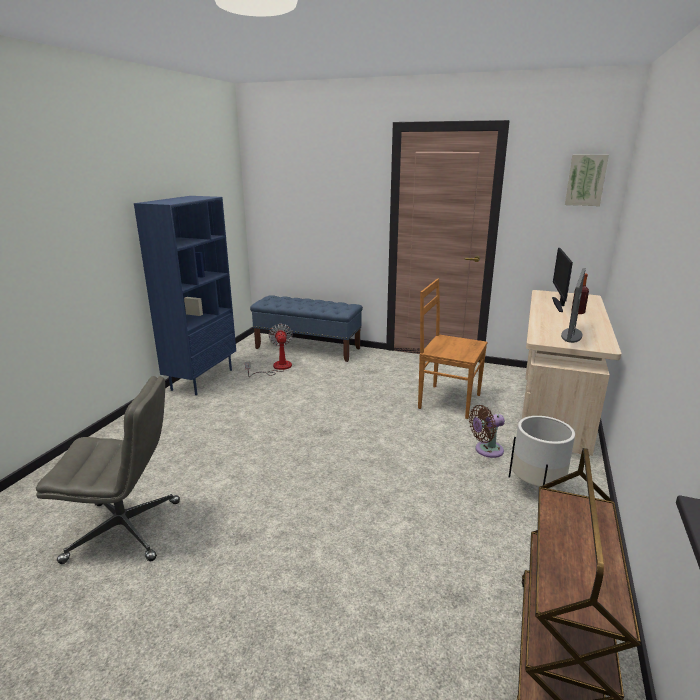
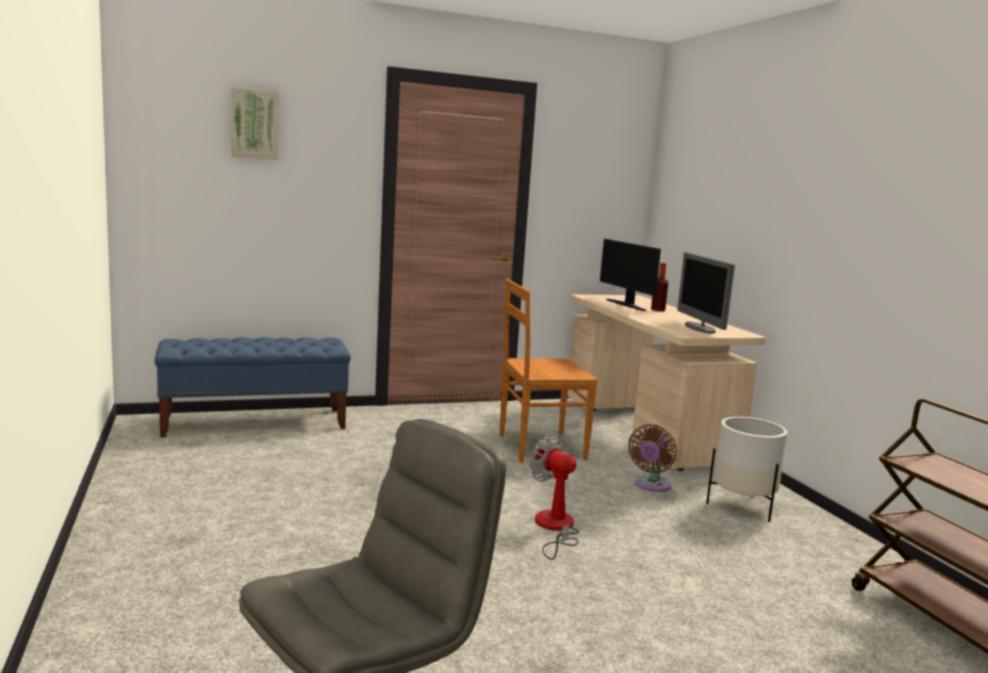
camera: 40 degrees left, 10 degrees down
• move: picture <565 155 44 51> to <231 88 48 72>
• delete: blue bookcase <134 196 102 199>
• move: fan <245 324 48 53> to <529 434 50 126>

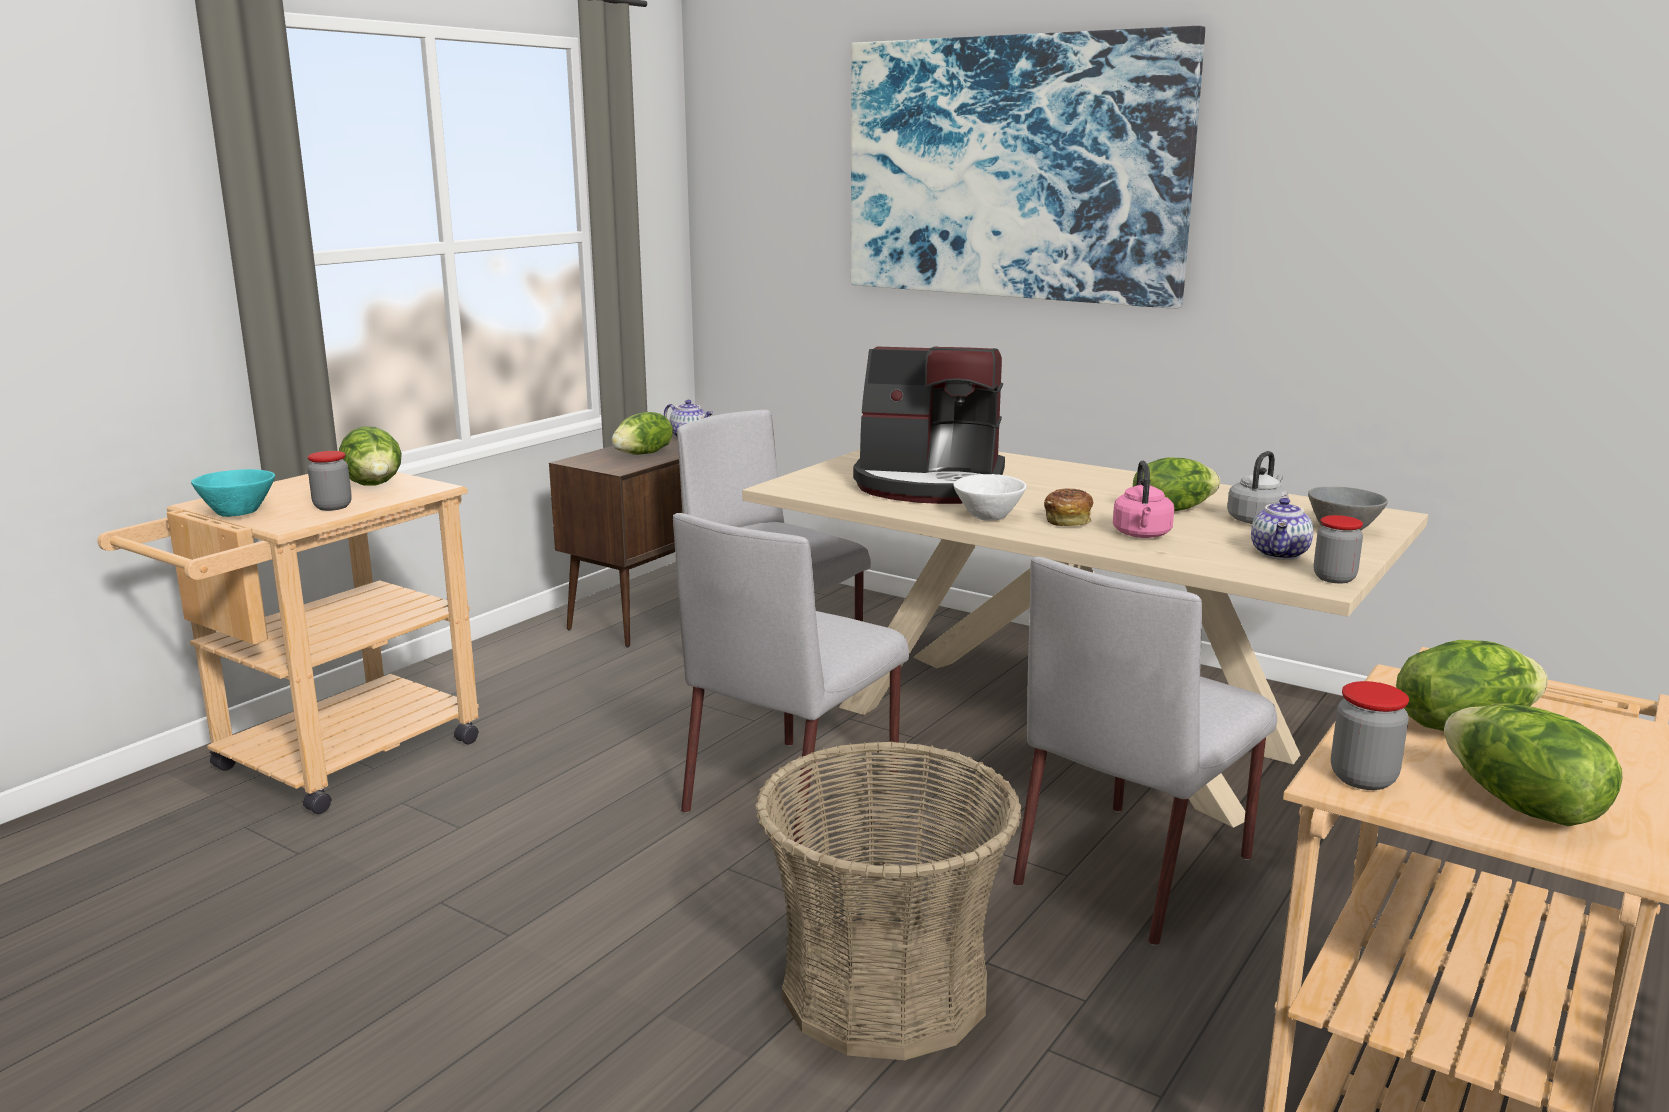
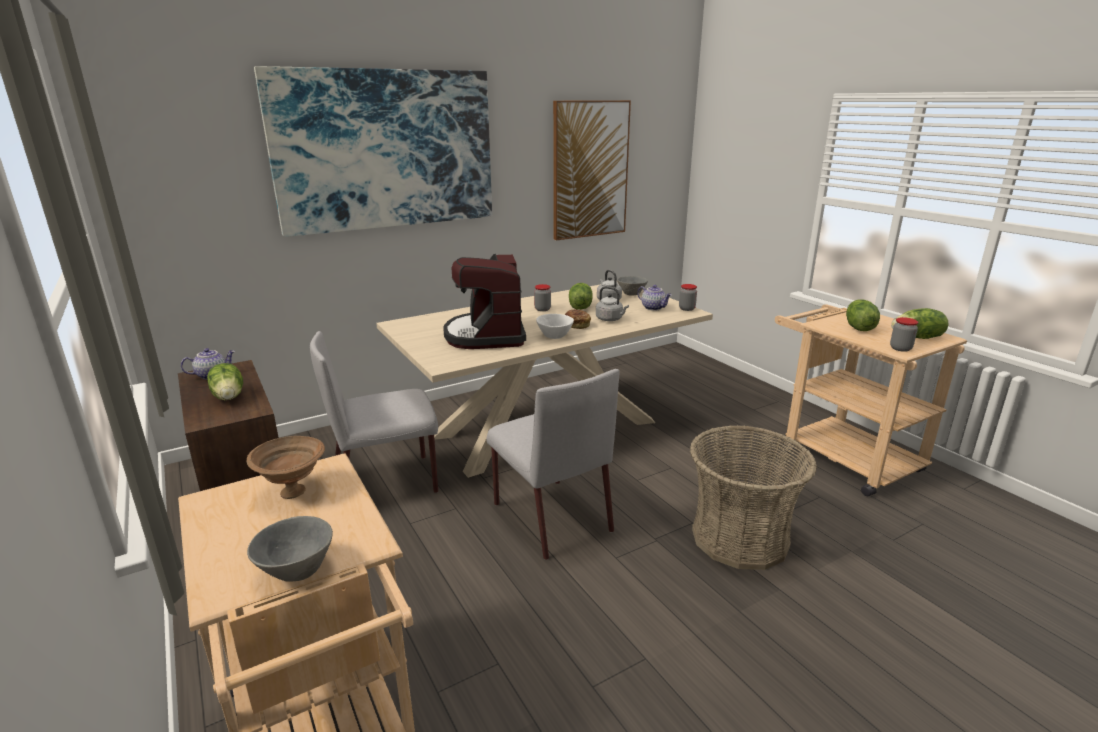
camera: 65 degrees left, 5 degrees up
• rotate: coffee machine <853 346 152 158> = <443 254 83 95> 135 degrees clockwise
• replace: lettuce <339 426 63 60> to brown bowl <247 436 78 63>
• move: jar <308 451 44 60> to <534 284 17 27>
• recolor: pink kettle <1113 461 61 77> to grey kettle <596 286 33 35>
• recolor: turquoise bowl <191 469 84 48> to grey bowl <247 516 86 66>
• delete: grey chair <1013 557 264 389>
• insert: picture <553 100 78 141>

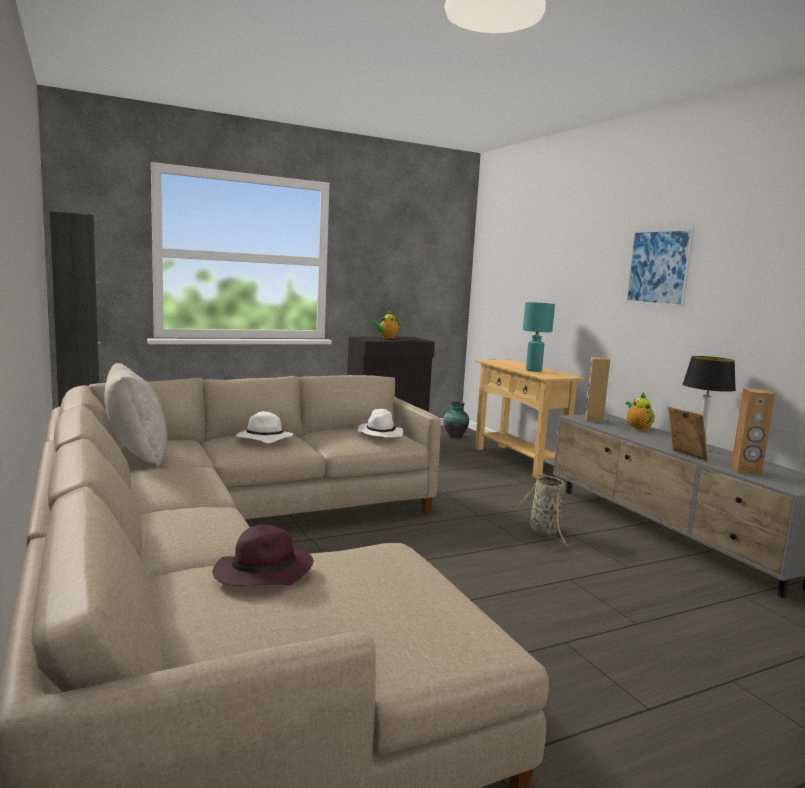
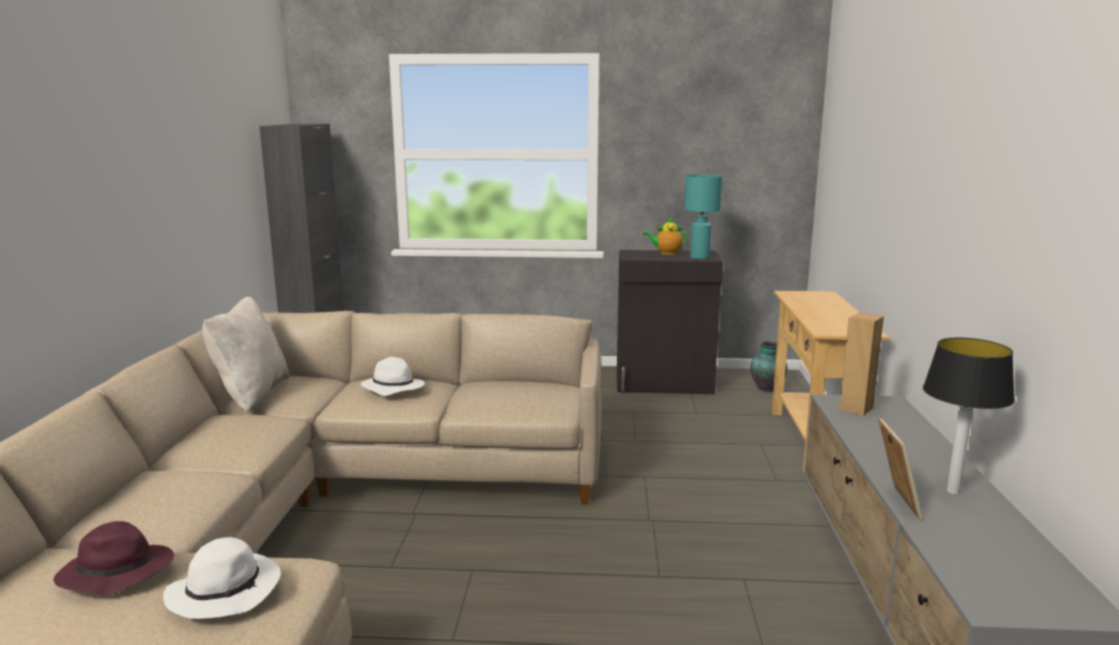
camera: 30 degrees right, 5 degrees up
• delete: picture <625 228 69 80>
• move: turquoise table lamp <523 302 32 70> to <684 174 38 86>
• delete: brown speaker <731 388 44 88>
• delete: teapot <626 392 29 39>
• move: white hat <358 409 45 28> to <163 537 118 82>
• delete: basket <514 474 54 72>

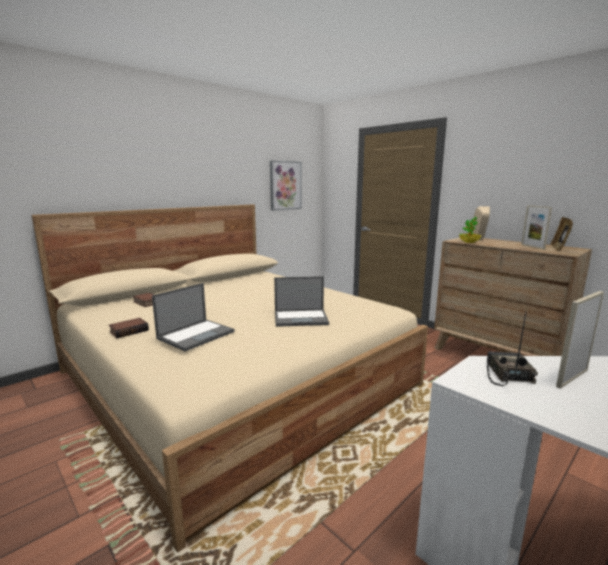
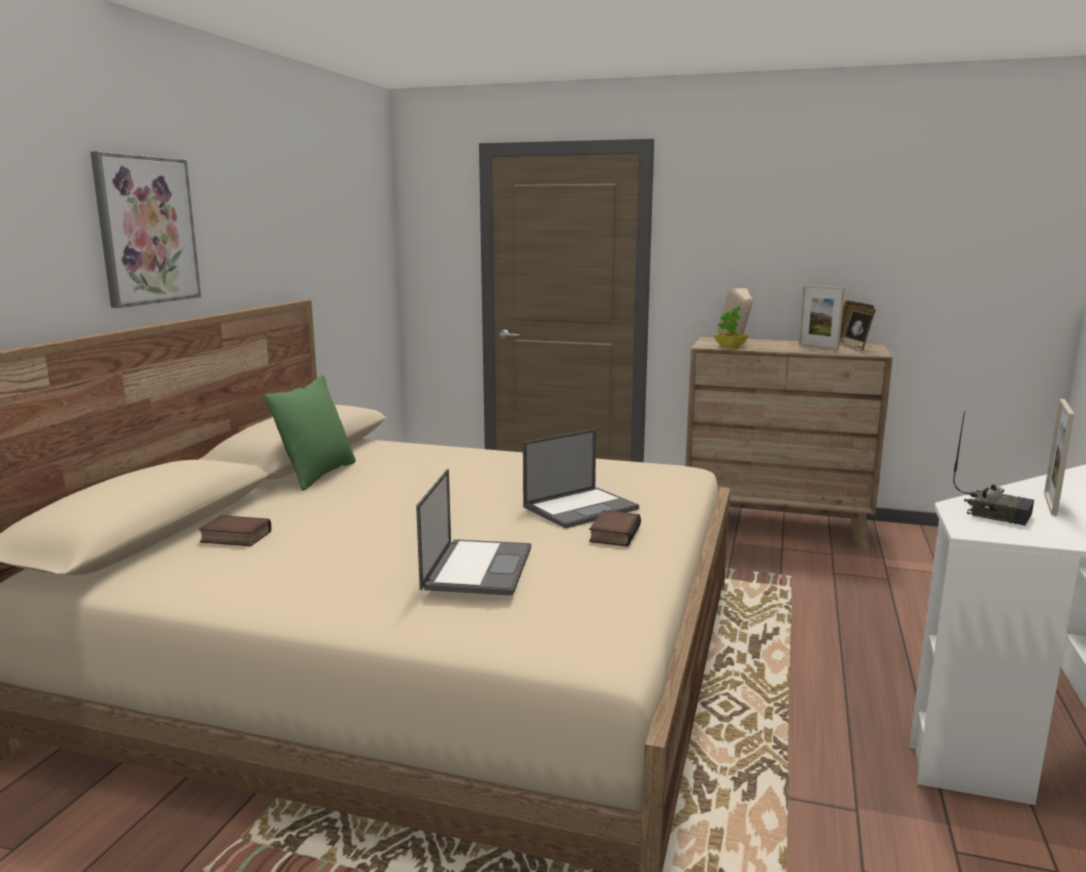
camera: 30 degrees left, 0 degrees up
• move: picture <270 161 32 50> to <90 151 111 157>
• rotate: radio <487 311 51 75> = <953 412 81 114> 150 degrees clockwise
• move: book <109 318 40 20> to <589 510 52 37>
• insert: green pillow <265 375 91 116>

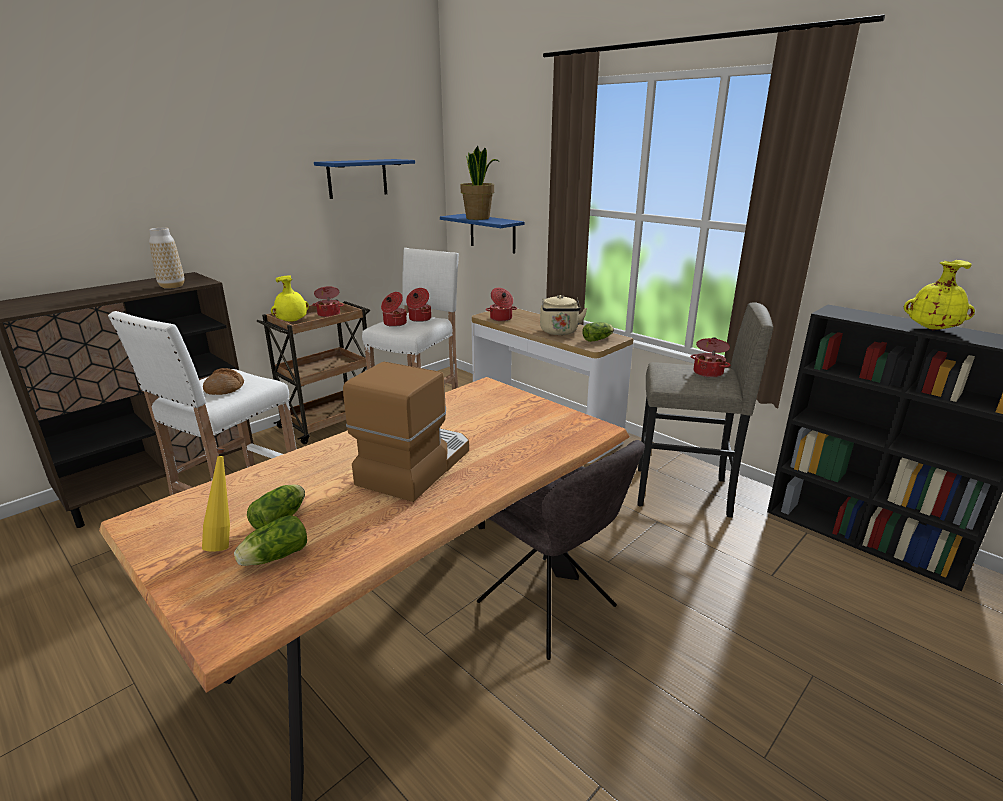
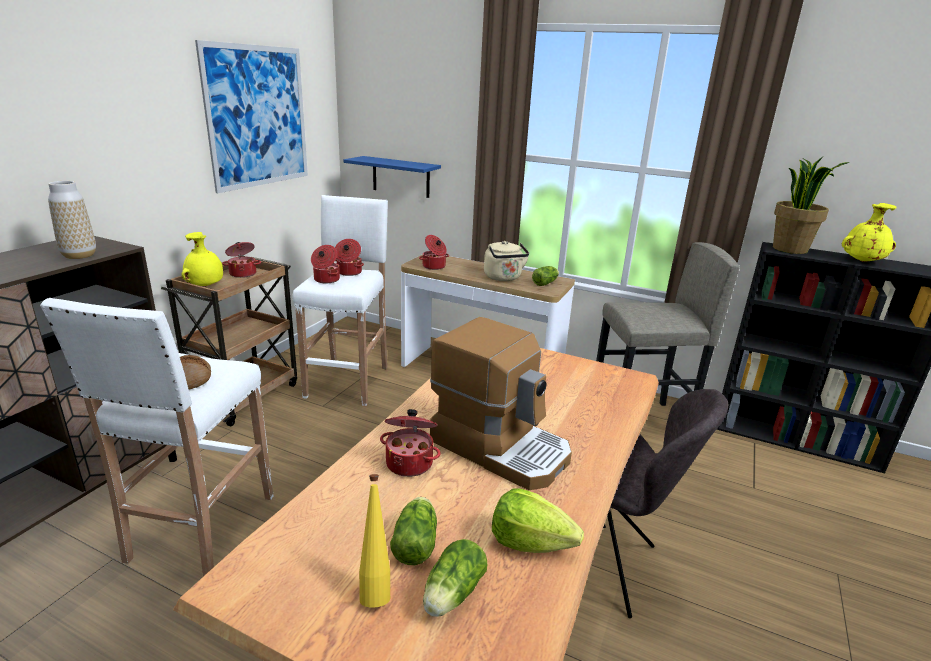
camera: 20 degrees left, 0 degrees up
• move: potted plant <461 146 39 74> to <773 157 76 97>
• replace: blue shelf <314 159 101 40> to picture <195 40 113 153>
• move: cooking pot <691 337 39 41> to <380 409 61 68>
• rotate: coffee machine <343 362 126 140> = <430 317 142 173> 120 degrees clockwise
• insert: lettuce <492 489 92 64>

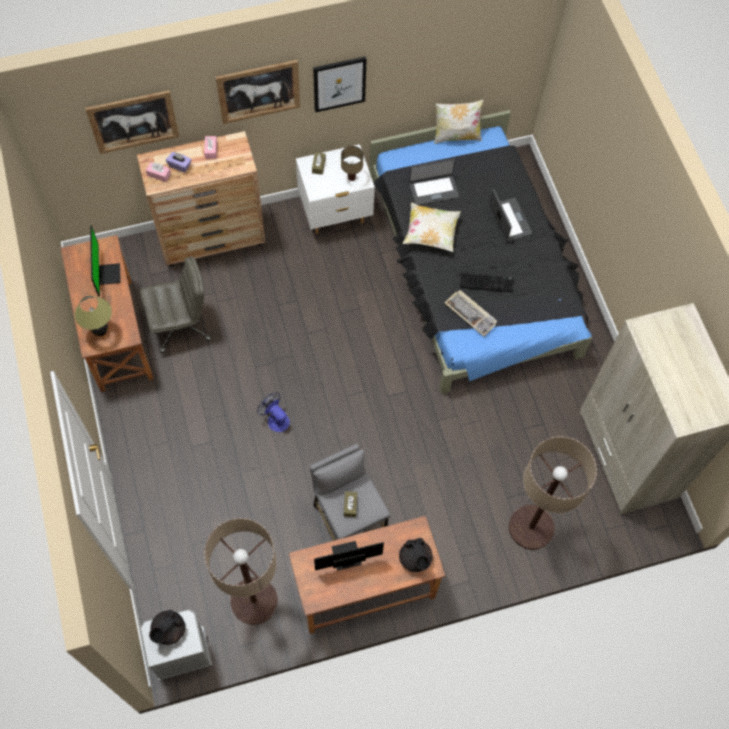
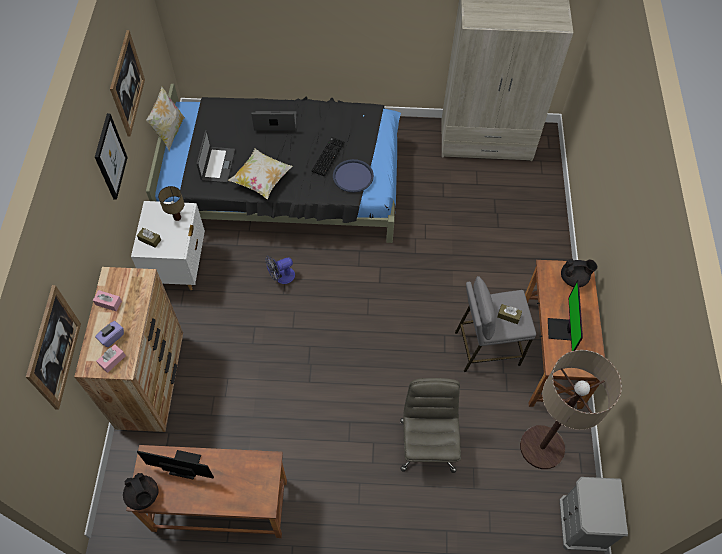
camera: 70 degrees left, 5 degrees down
• move: picture <216 60 84 64> to <110 30 35 107>
• move: grey office chair <140 256 71 97> to <400 378 61 95>
• replace: keyboard <444 290 53 47> to blue tray <333 159 41 34>
• delete: table lamp <75 296 37 40>
• move: fan <257 392 33 40> to <266 256 29 28>
• delete: floor lamp <509 436 88 114>
• move: black teapot <149 610 36 35> to <123 473 36 37>

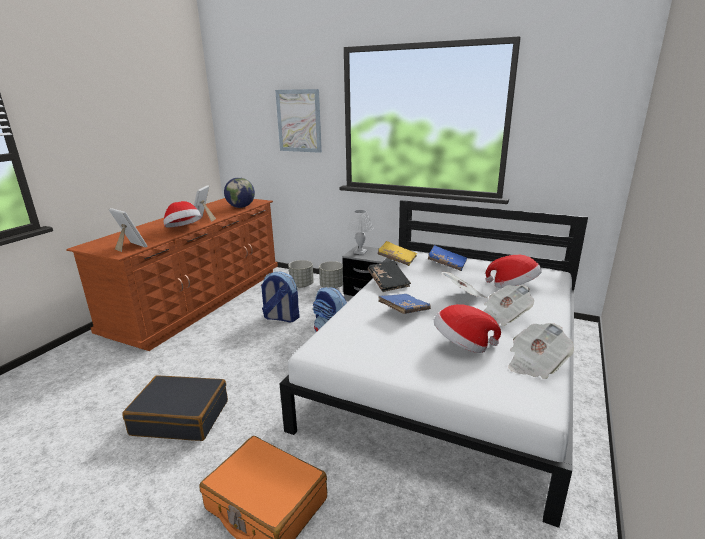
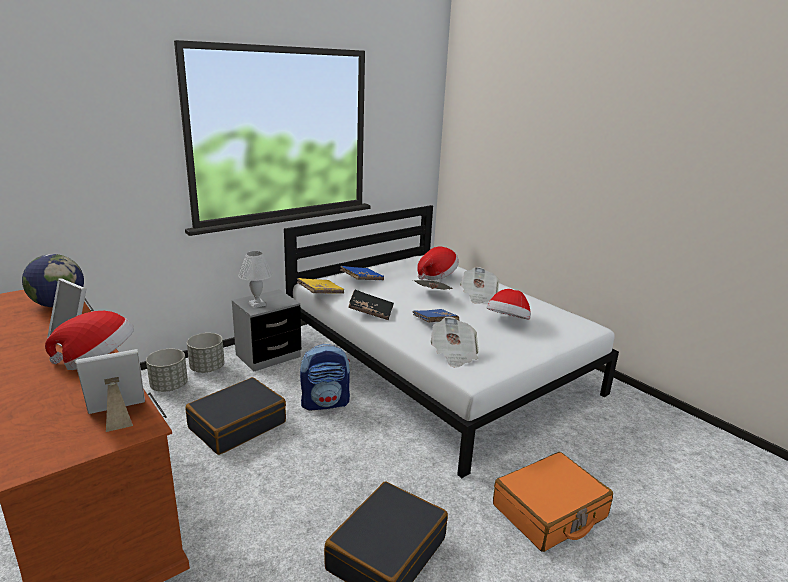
camera: 65 degrees left, 0 degrees up
• delete: picture <275 89 47 64>
• replace: backpack <261 271 39 51> to black suitcase <185 377 101 78>
• move: newspaper <508 323 66 56> to <431 317 48 51>

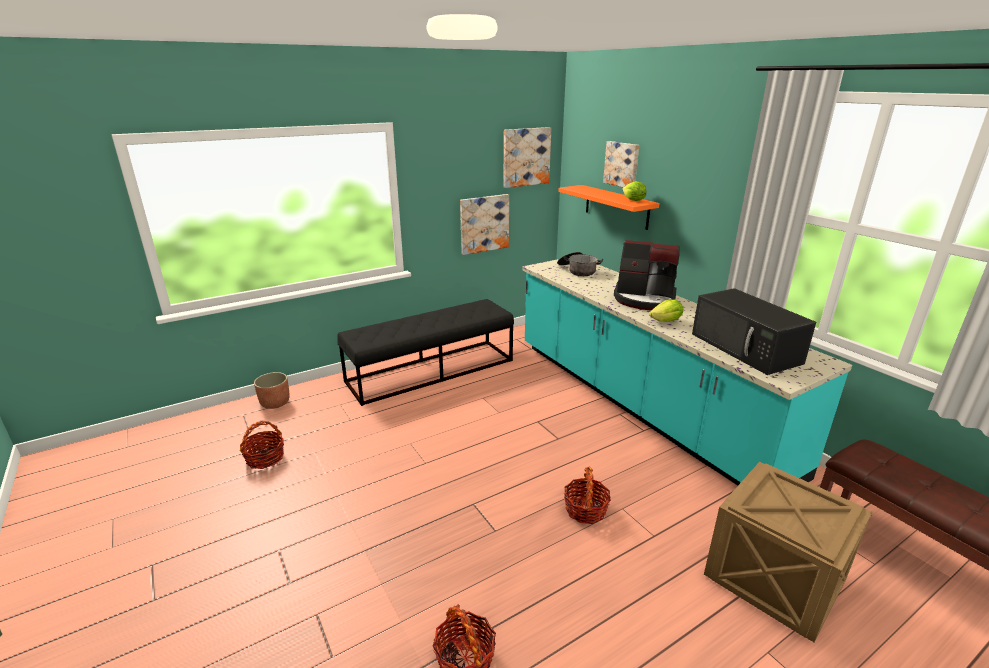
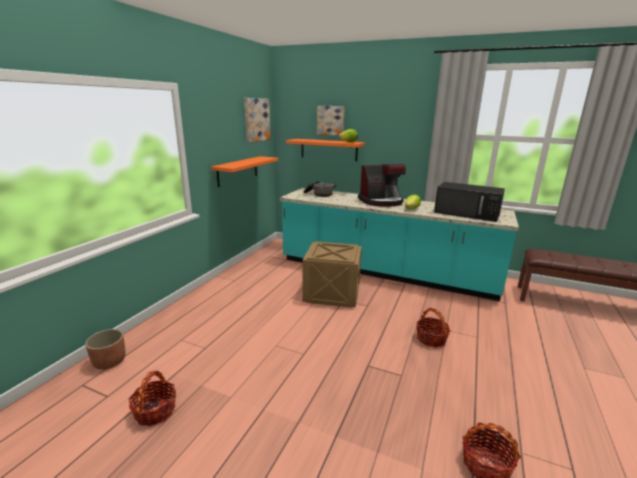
camera: 35 degrees left, 5 degrees down
• replace: picture <460 194 49 61> to orange shelf <211 156 67 31>
• delete: black bench <337 299 177 107>
• move: crate <704 462 168 180> to <303 241 59 67>

